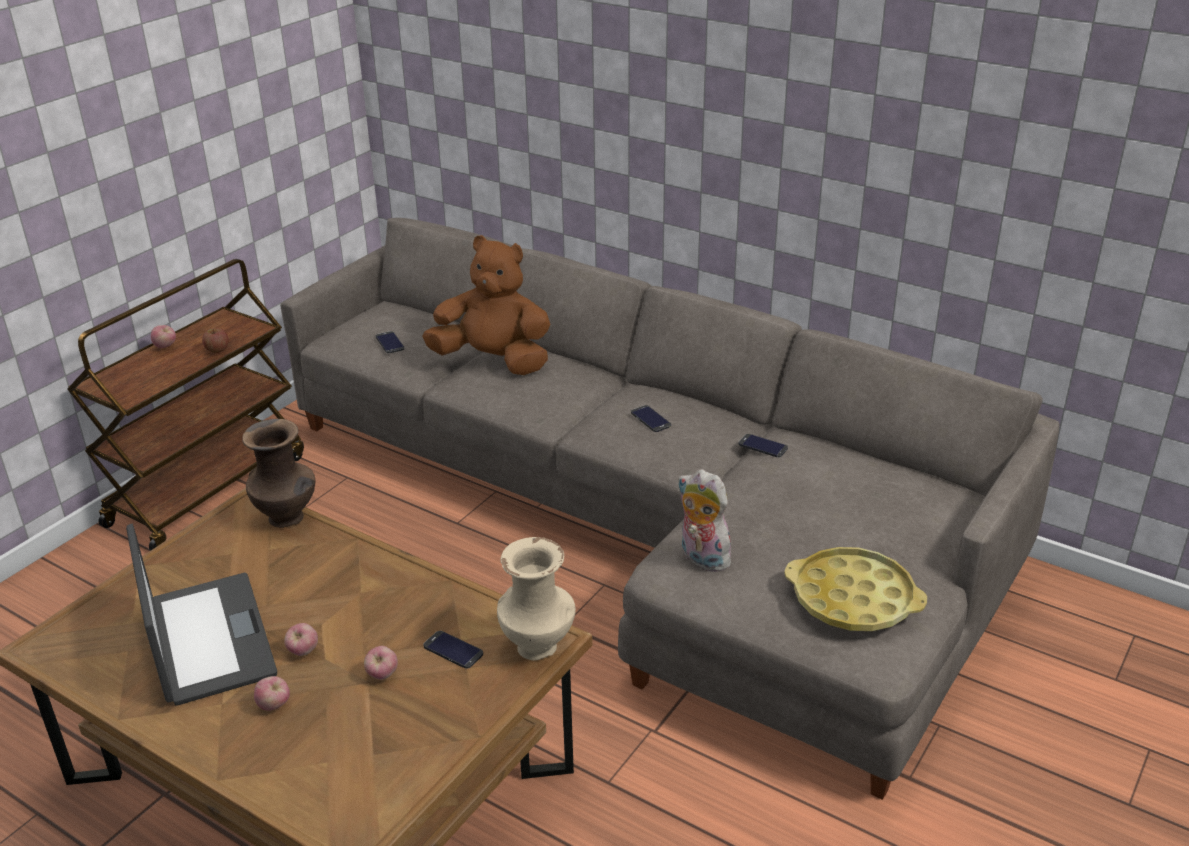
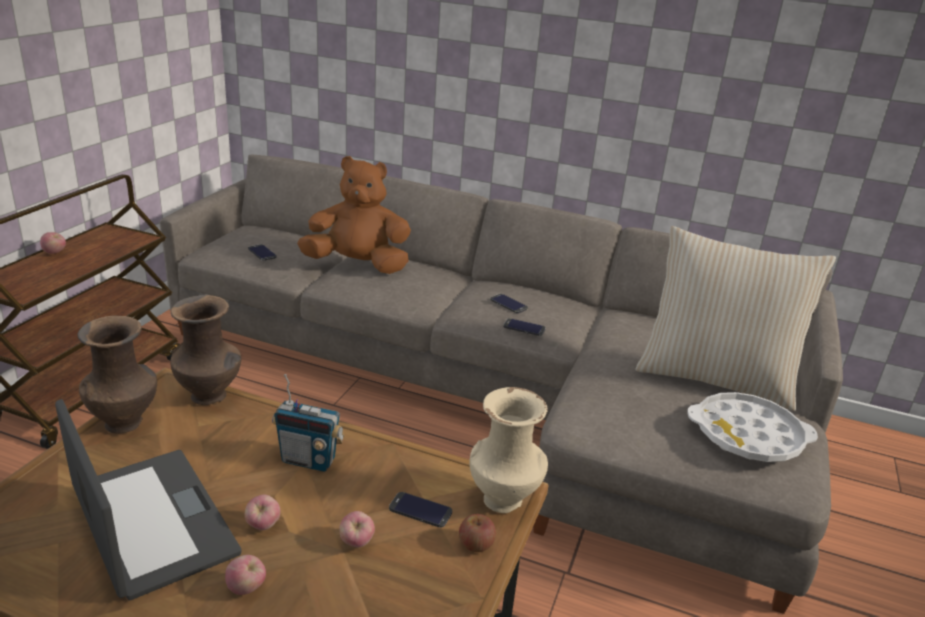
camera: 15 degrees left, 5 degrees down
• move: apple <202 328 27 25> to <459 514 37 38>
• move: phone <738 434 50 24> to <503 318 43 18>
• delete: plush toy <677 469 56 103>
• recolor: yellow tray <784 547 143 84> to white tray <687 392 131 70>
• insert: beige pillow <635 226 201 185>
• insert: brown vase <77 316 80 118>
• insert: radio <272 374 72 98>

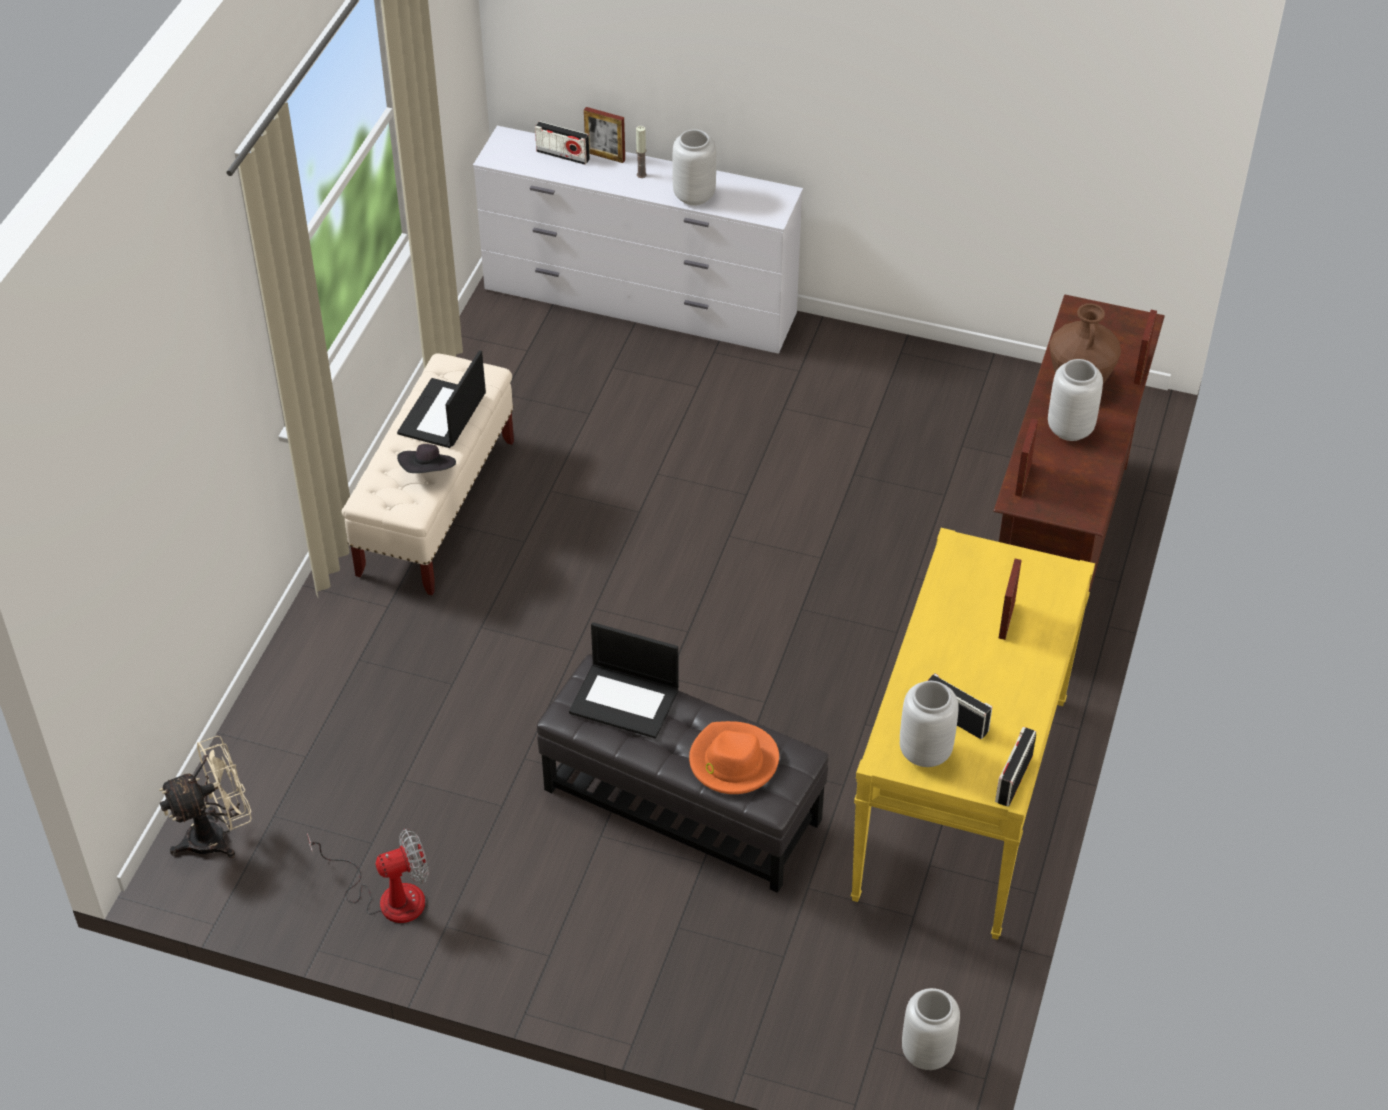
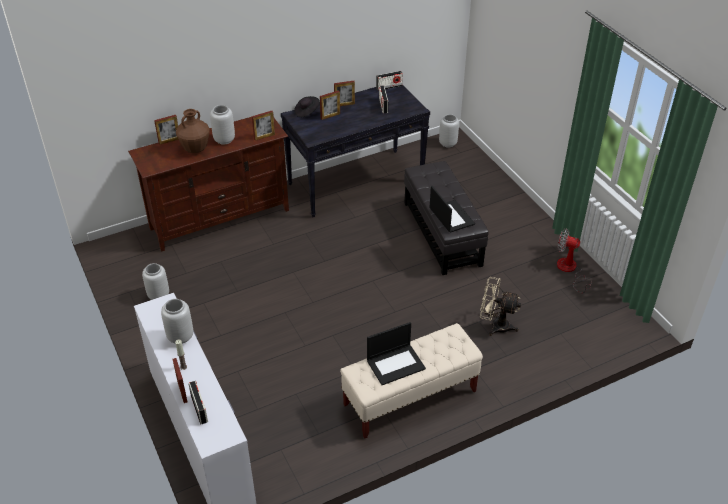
camera: 135 degrees left, 5 degrees down
• move: black hat <397 444 59 29> to <294 96 26 21>
• recolor: yellow console table <851 528 244 412> to black console table <281 84 149 133>
• move: grey vase <900 681 59 86> to <142 263 27 37>
• delete: orange hat <689 721 90 73>
• move: beige fan <159 736 93 122> to <480 277 41 59>
• insert: picture frame <334 81 21 25>

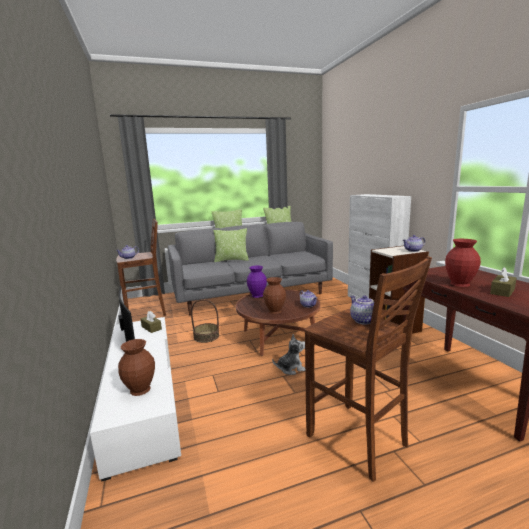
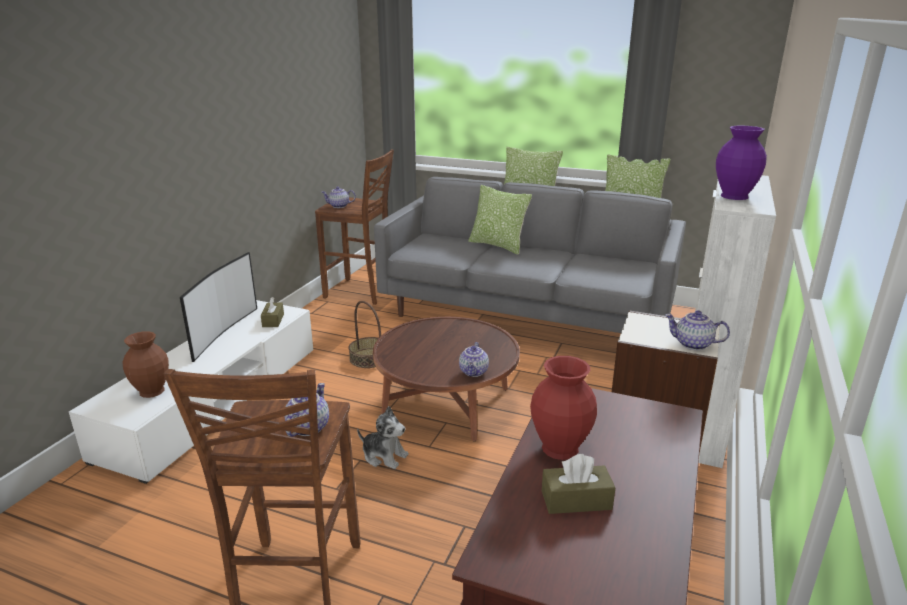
camera: 40 degrees right, 10 degrees up
• move: purple vase <247 266 20 32> to <716 126 51 74>
• delete: brown vase <263 277 23 37>

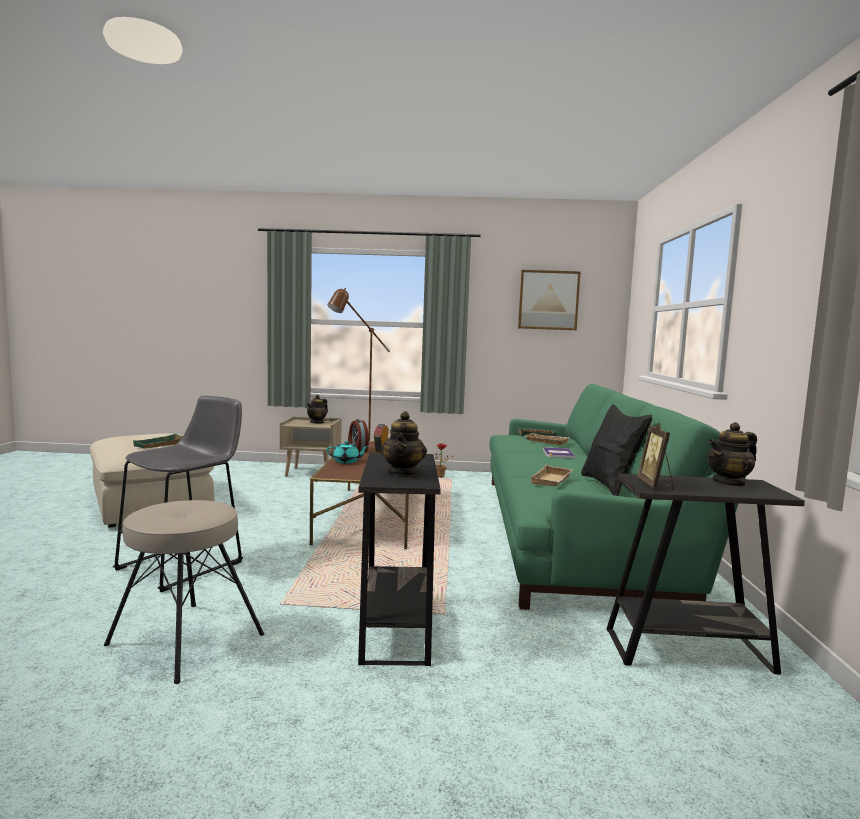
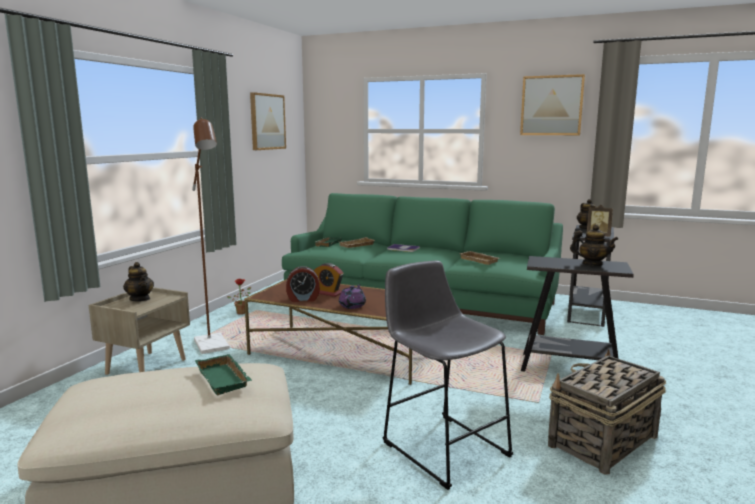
camera: 70 degrees left, 5 degrees up
• delete: black pillow <581 404 71 92>
• recolor: turquoise teapot <326 441 43 22> to purple teapot <339 284 27 25>
• replace: beige stool <104 500 160 184> to basket <548 349 118 126>
• insert: picture <520 74 65 61>

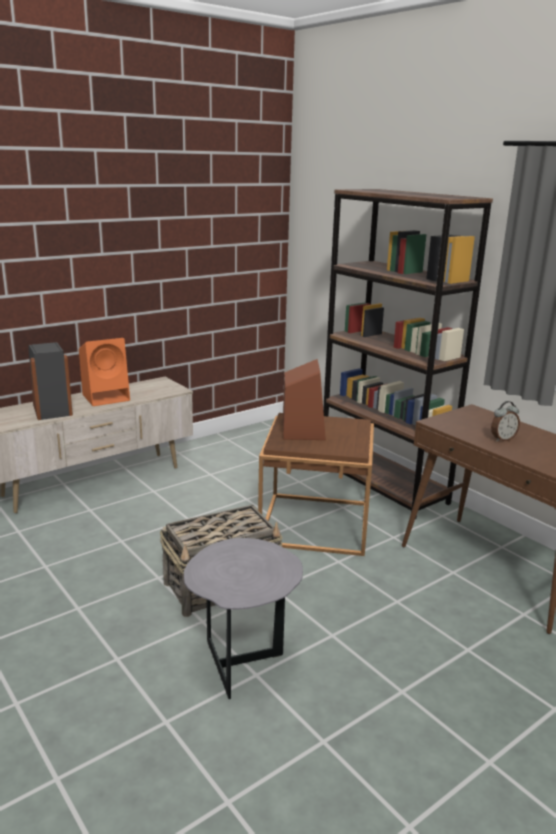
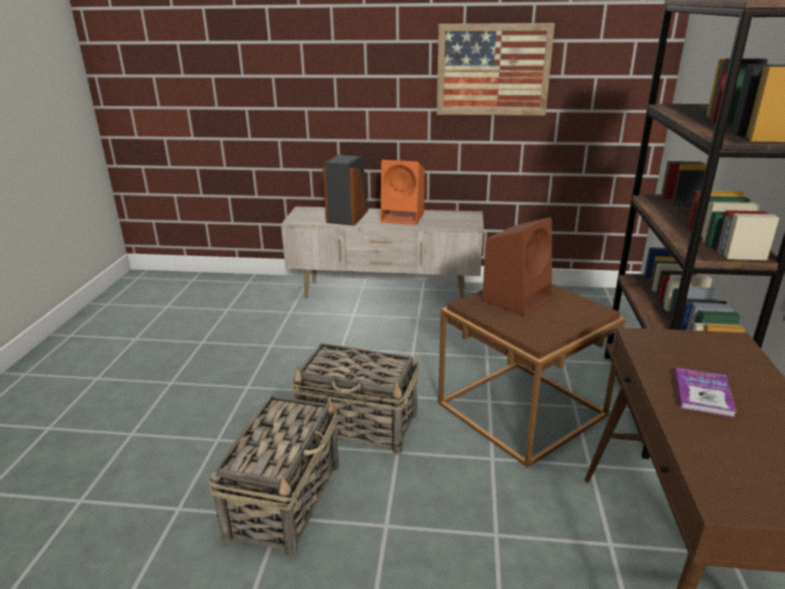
camera: 45 degrees right, 5 degrees up
• replace: alarm clock <491 401 29 41> to book <675 368 62 50>
• replace: grey side table <184 538 119 161> to basket <208 395 131 162>
• insert: picture <437 23 118 93>

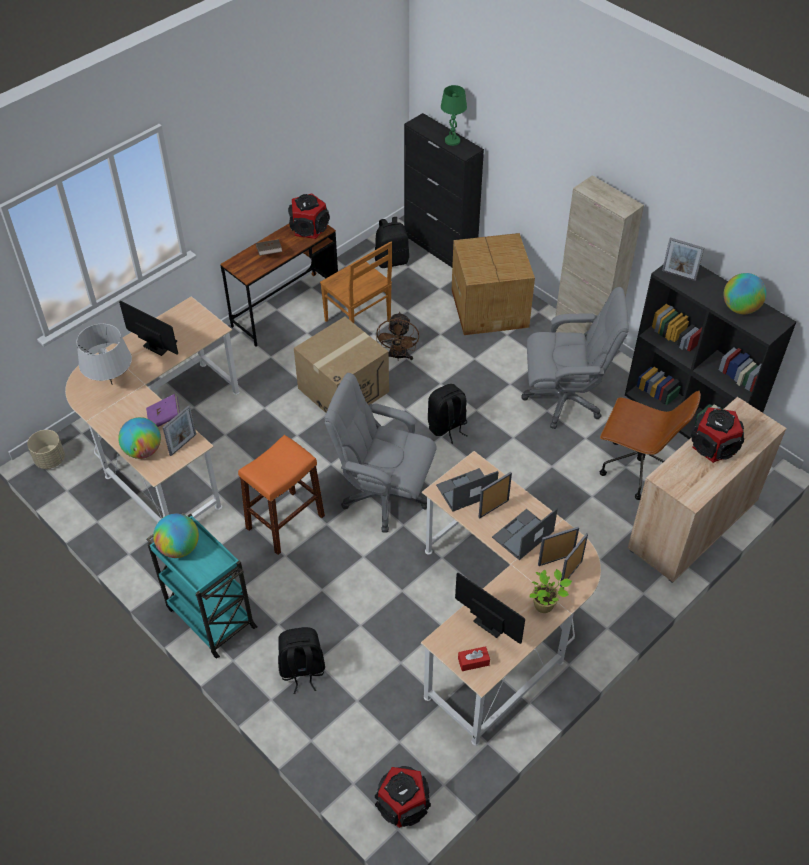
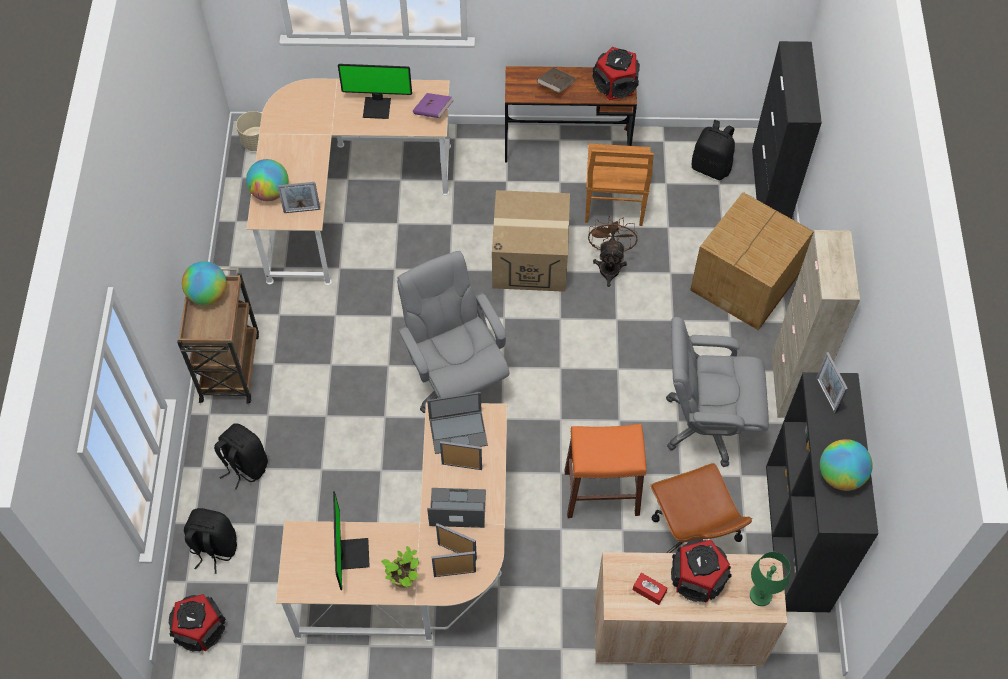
camera: 45 degrees right, 10 degrees up
• move: green table lamp <441 85 26 61> to <750 552 40 54>
• rotate: grey office chair <521 287 108 142> = <666 317 103 150> 135 degrees clockwise
• rotate: monitor <119 301 59 55> = <338 64 74 55> 105 degrees clockwise
• rotate: brown fan <376 312 43 48> = <588 216 49 71> 135 degrees clockwise
• delete: grey table lamp <76 324 56 61>
• move: black backpack <428 384 40 60> to <184 508 53 66>
• move: purple book <146 394 34 33> to <413 93 41 25>
• move: orange stool <238 435 87 120> to <565 424 81 94>
• rotate: laptop <436 468 63 44> = <427 392 61 62> 150 degrees clockwise
• recolor: turquoise cart <146 513 112 146> to brown cart <177 268 82 136>
• move: red tissue box <458 646 32 25> to <633 573 35 32>

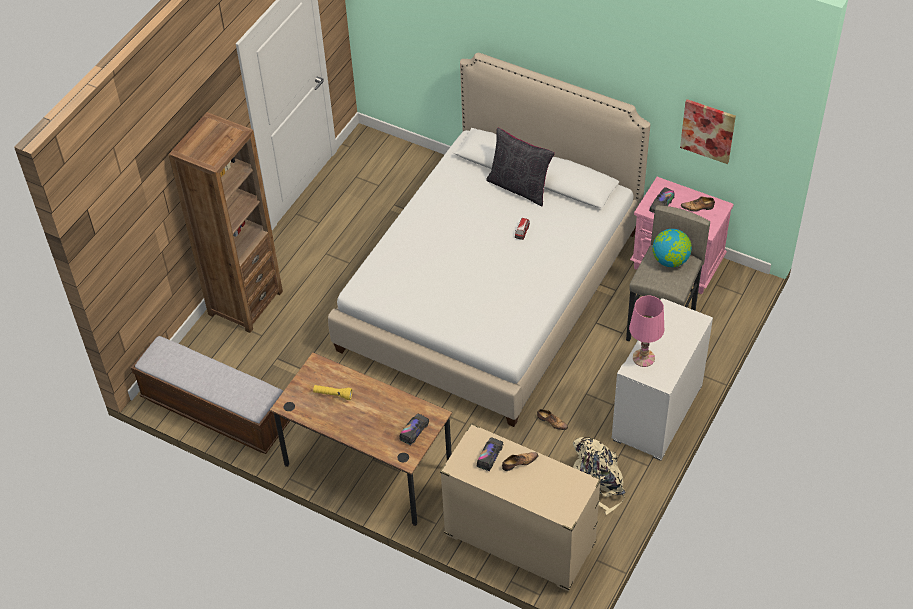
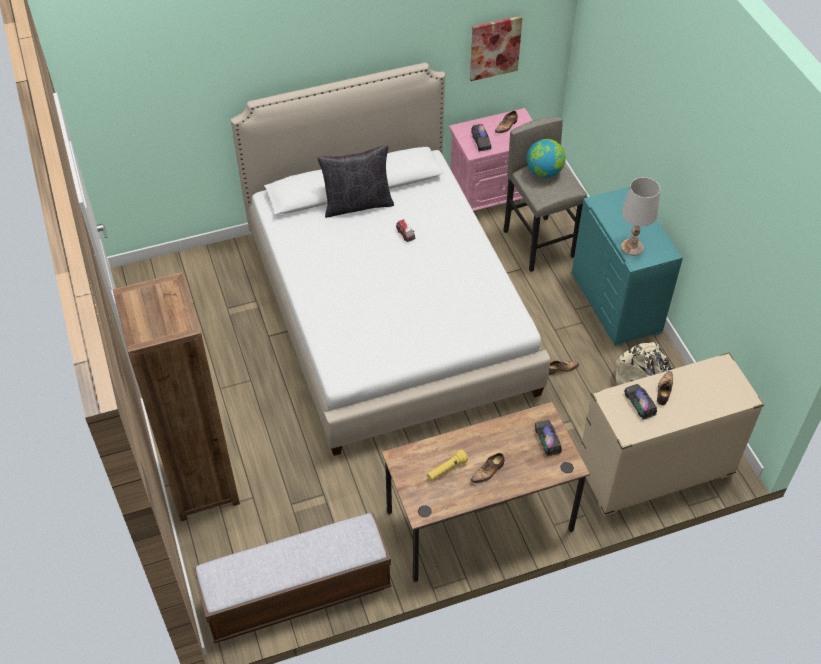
camera: 50 degrees left, 0 degrees up
• recolor: pink table lamp <629 296 35 71> to white table lamp <621 177 39 79>
• recolor: white dresser <612 298 101 163> to turquoise dresser <572 187 111 160>
• insert: shoe <471 453 33 30>

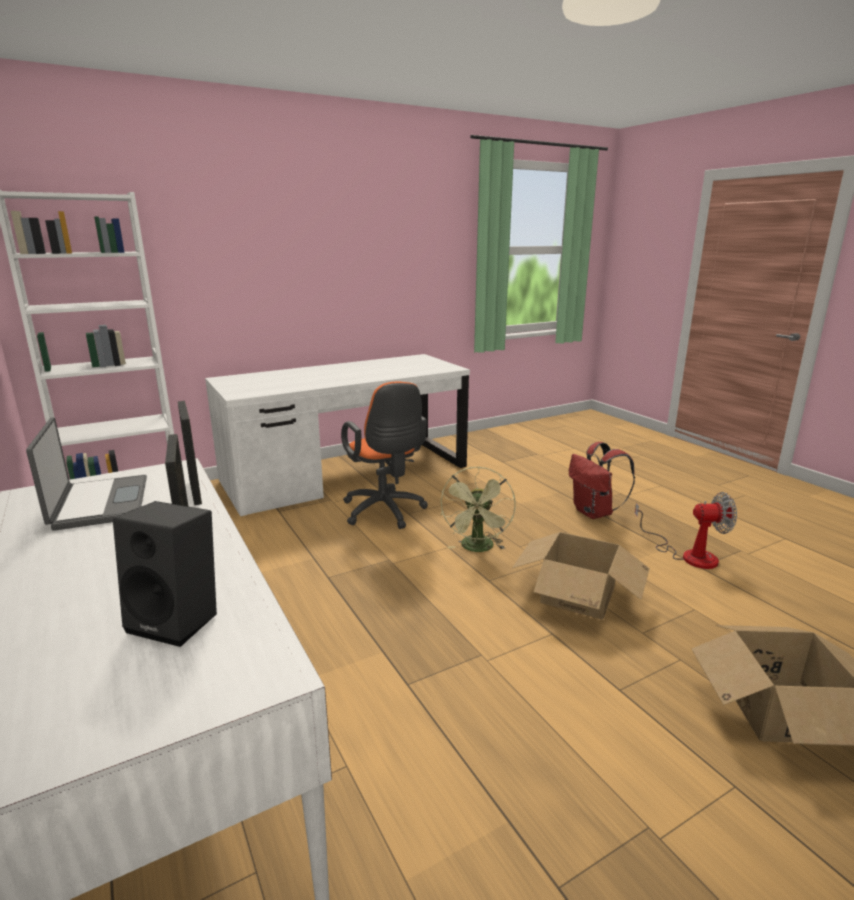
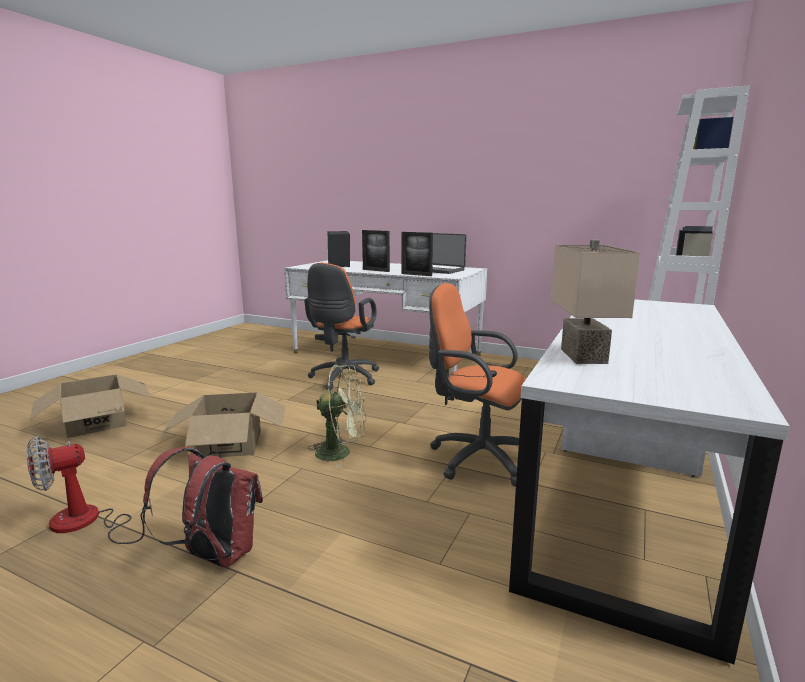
camera: 145 degrees right, 5 degrees down
• rotate: green fan <441 466 75 86> = <308 365 58 104> 120 degrees clockwise
• insert: beige table lamp <551 240 89 124>
• insert: orange office chair <304 263 75 127>

